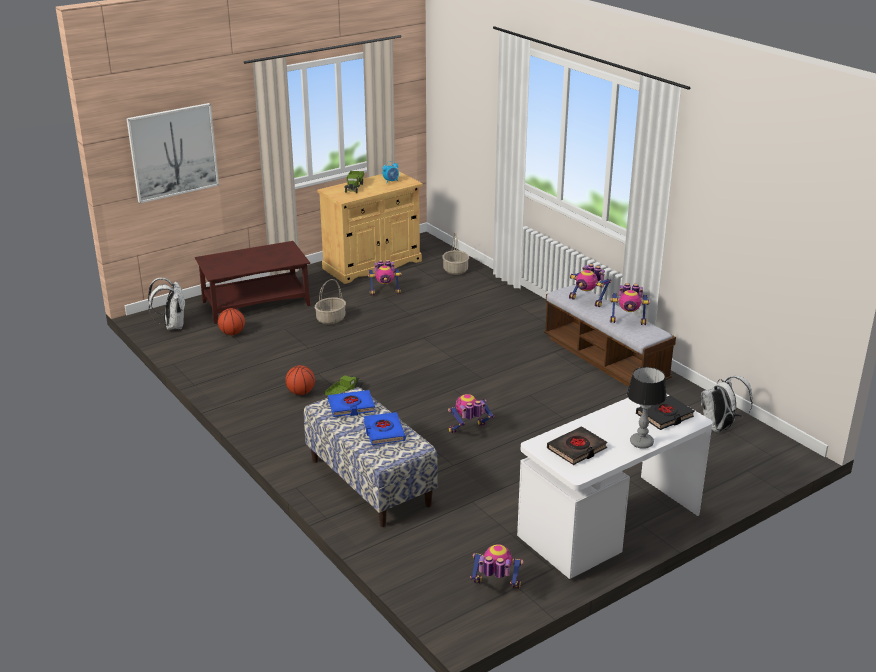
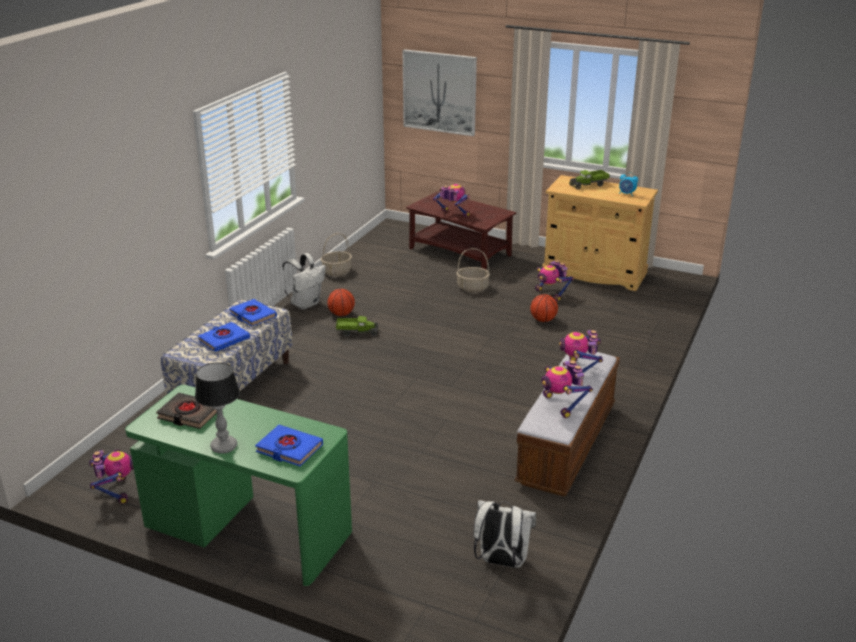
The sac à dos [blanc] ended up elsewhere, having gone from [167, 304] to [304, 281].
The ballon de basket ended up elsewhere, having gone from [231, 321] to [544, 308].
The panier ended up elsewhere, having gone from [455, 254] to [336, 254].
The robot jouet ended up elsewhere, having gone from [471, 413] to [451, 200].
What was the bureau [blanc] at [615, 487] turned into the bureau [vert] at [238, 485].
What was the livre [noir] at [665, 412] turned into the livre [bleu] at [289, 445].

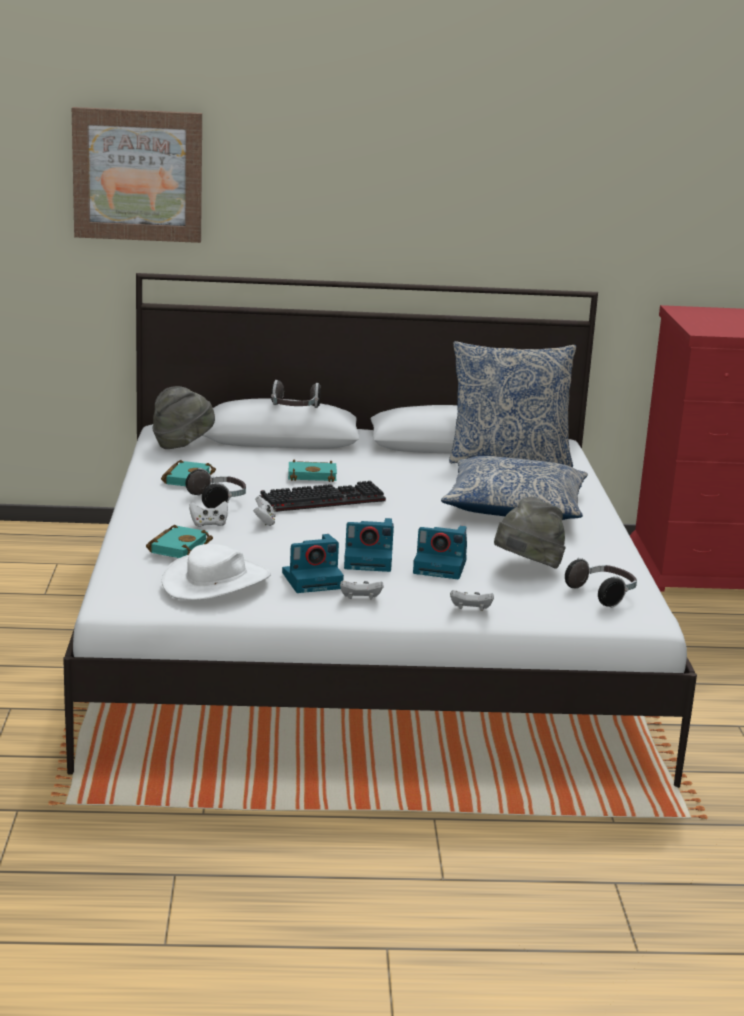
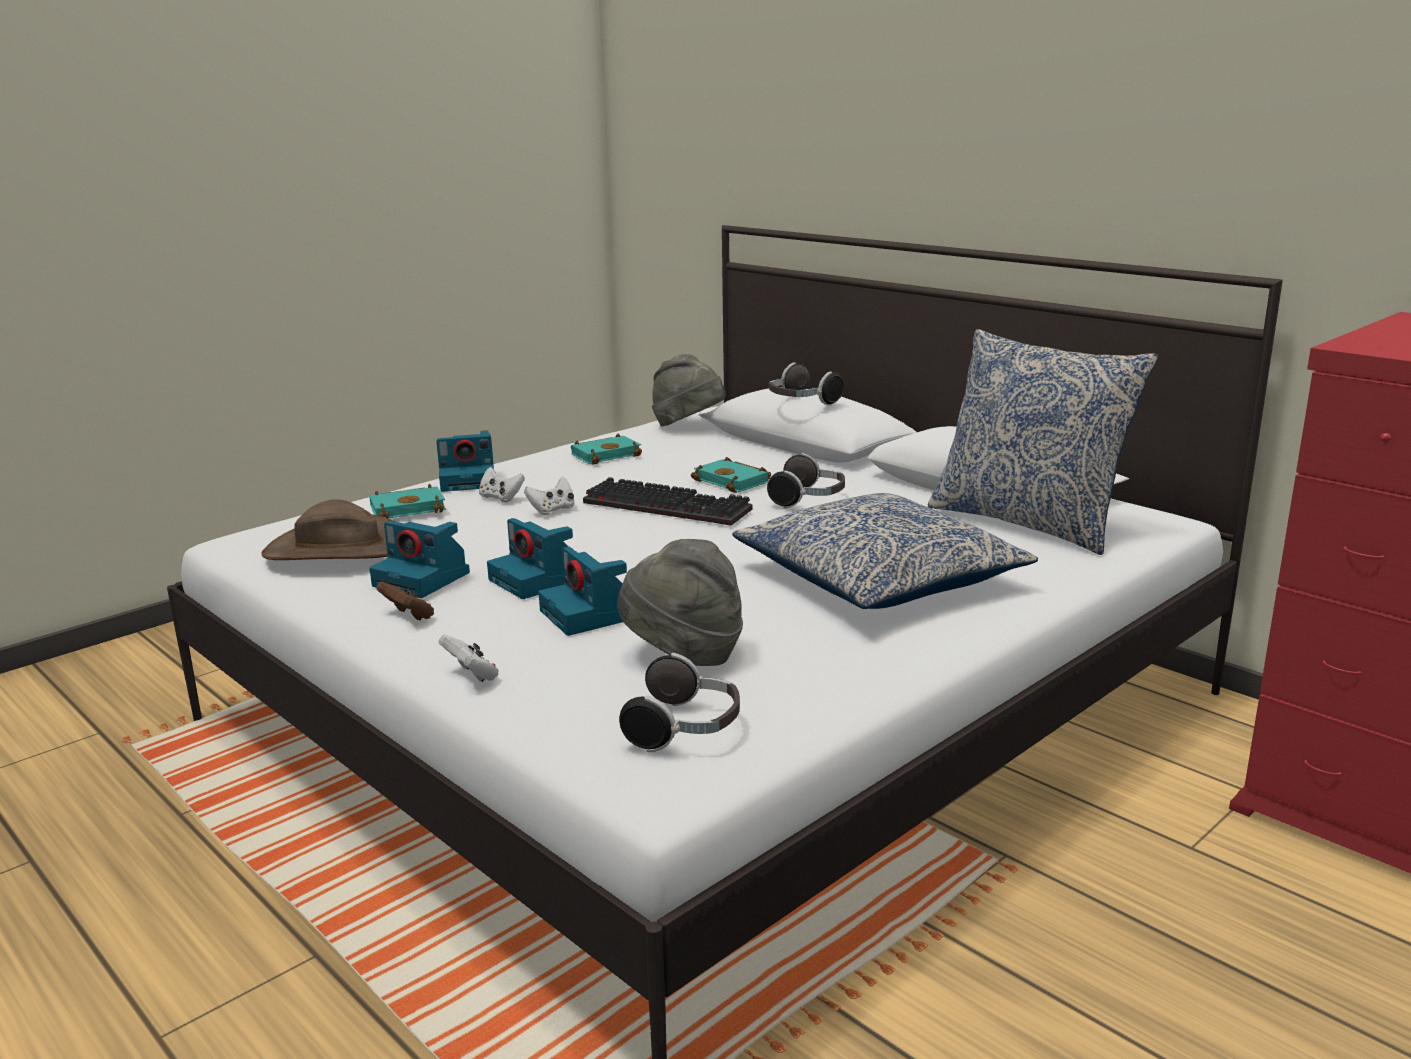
The second view lost the tableau at [137, 175].
What was the chapeau [blanc] at [216, 572] turned into the chapeau [marron] at [328, 529].
The casque audio ended up elsewhere, having gone from [215, 488] to [806, 481].
What was the manette [blanc] at [362, 590] turned into the manette [marron] at [405, 600].
The second view gained the appareil photo at [465, 461].

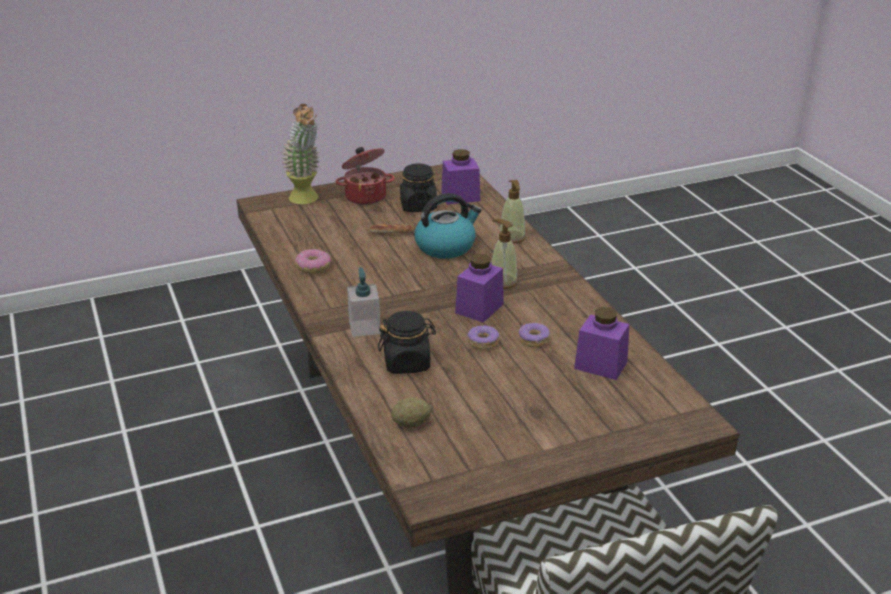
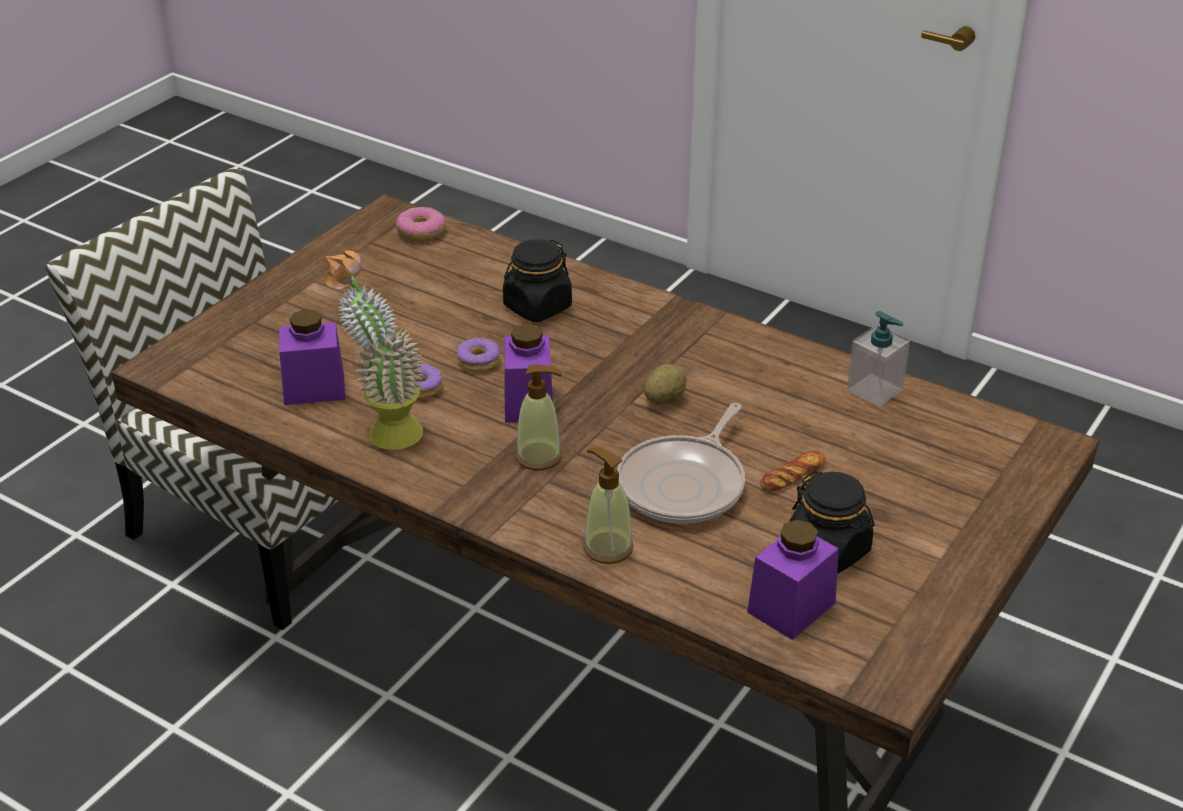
The plante en pot ended up elsewhere, having gone from [300, 154] to [373, 350].
The beignet ended up elsewhere, having gone from [313, 261] to [421, 224].
The second view lost the marmite at [365, 176].
The distributeur de savon ended up elsewhere, having gone from [364, 302] to [878, 359].
The pomme de terre ended up elsewhere, having gone from [411, 413] to [665, 384].
Where the bouilloire stood at [448, 226], the poêle came to stand at [681, 463].

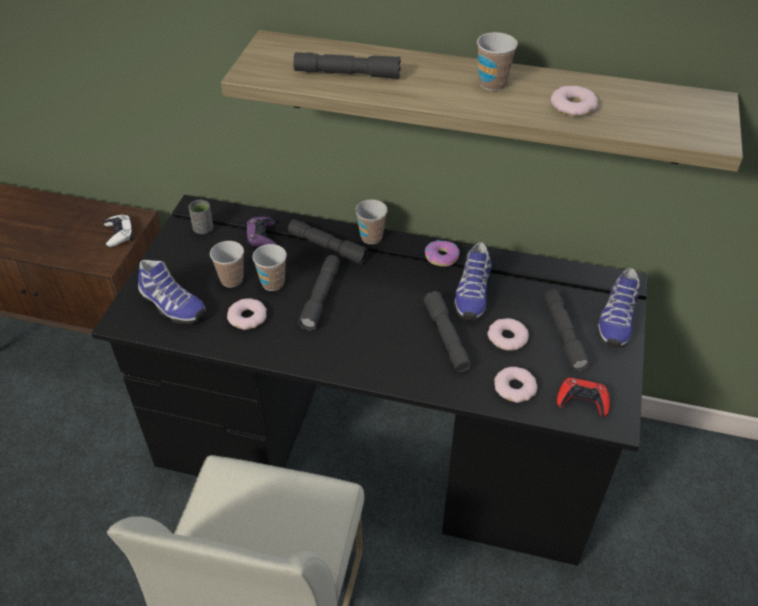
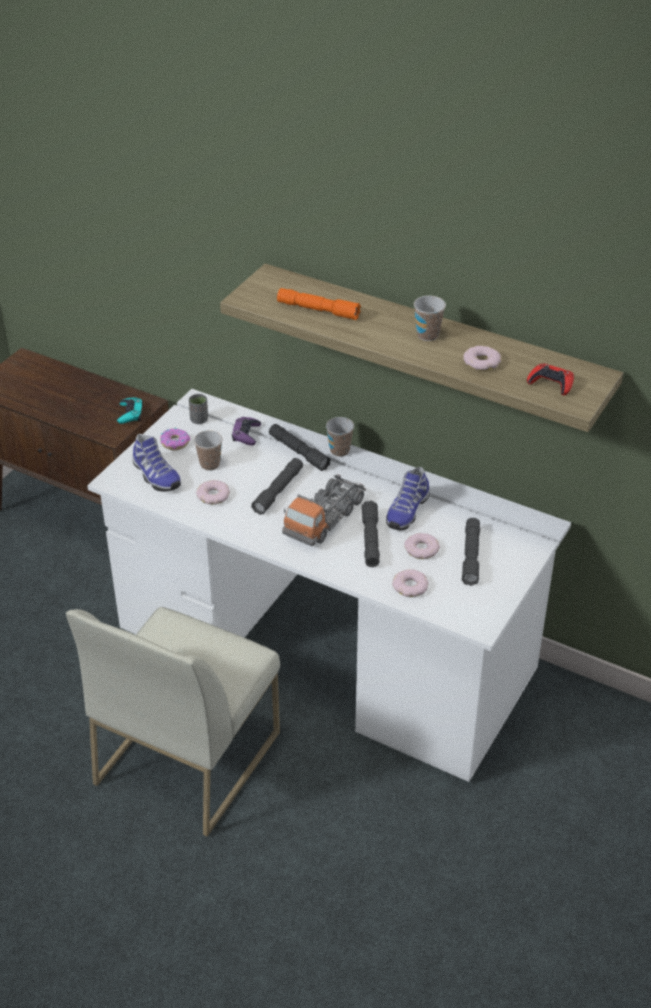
What was the bureau [noir] at [369, 380] turned into the bureau [blanc] at [329, 585].
What was the manette [blanc] at [118, 230] turned into the manette [turquoise] at [130, 410].
The second view lost the tasse at [269, 267].
What was the lampe de poche [gris] at [347, 65] turned into the lampe de poche [orange] at [319, 304].
The beignet ended up elsewhere, having gone from [442, 253] to [175, 439].
The manette [rouge] ended up elsewhere, having gone from [583, 397] to [550, 379].
The second view lost the chaussure at [618, 308].
The second view gained the camion jouet at [324, 510].

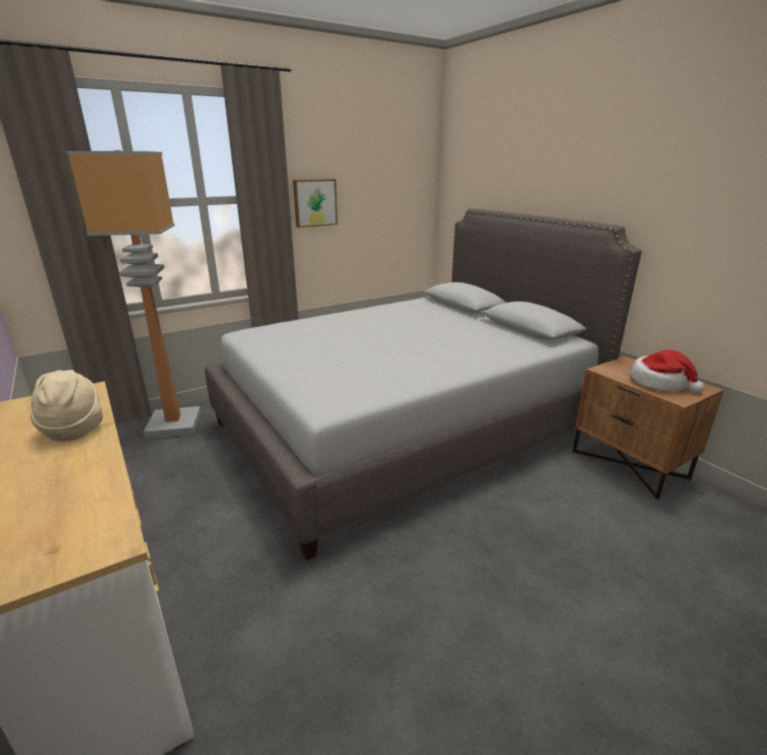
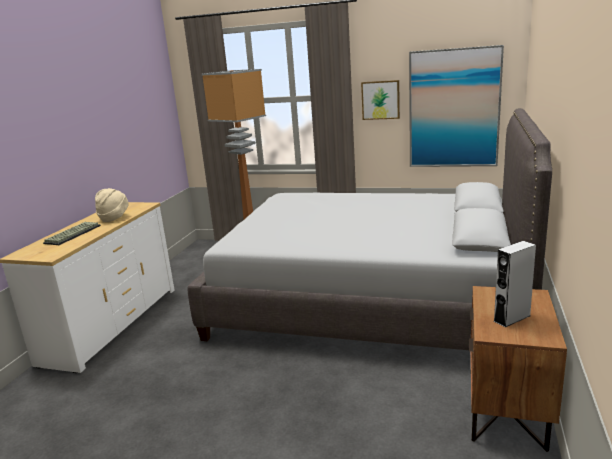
Where the chapeau stood at [667, 372], the enceinte [gris] came to stand at [515, 284].
The second view gained the clavier at [72, 233].
The second view gained the tableau at [456, 106].

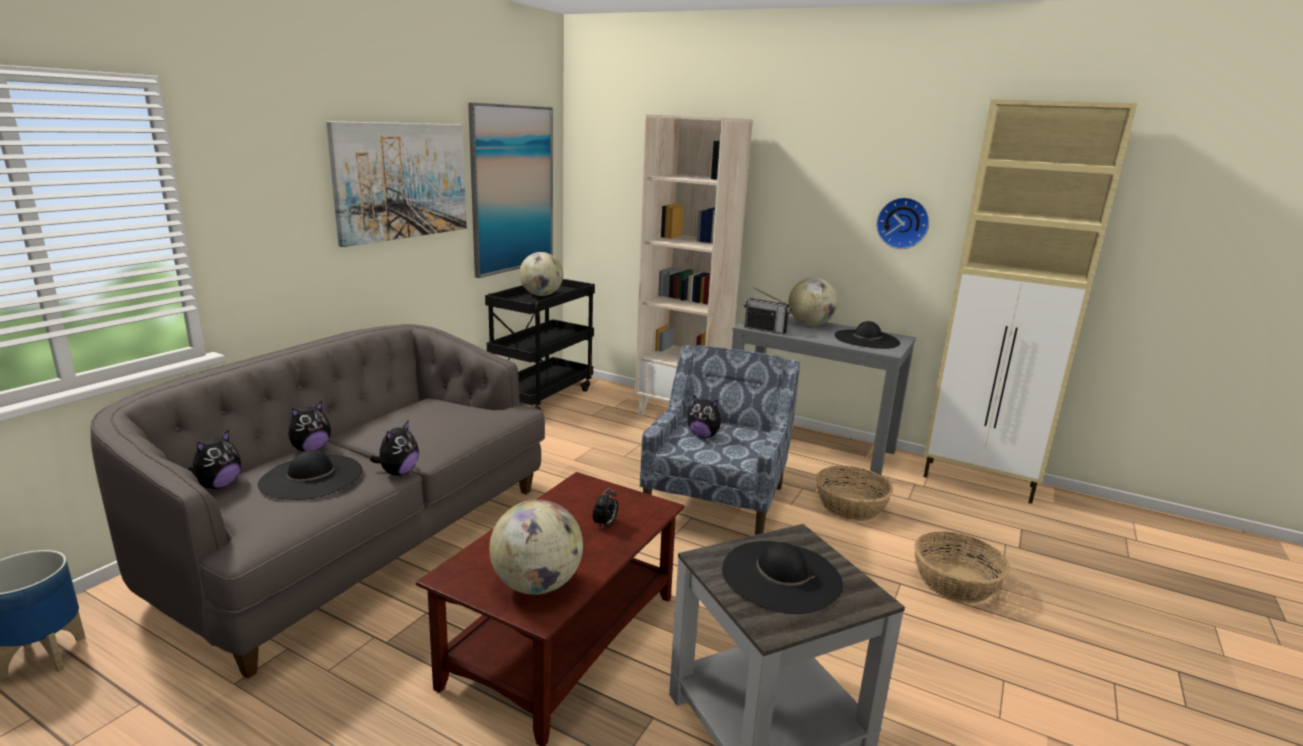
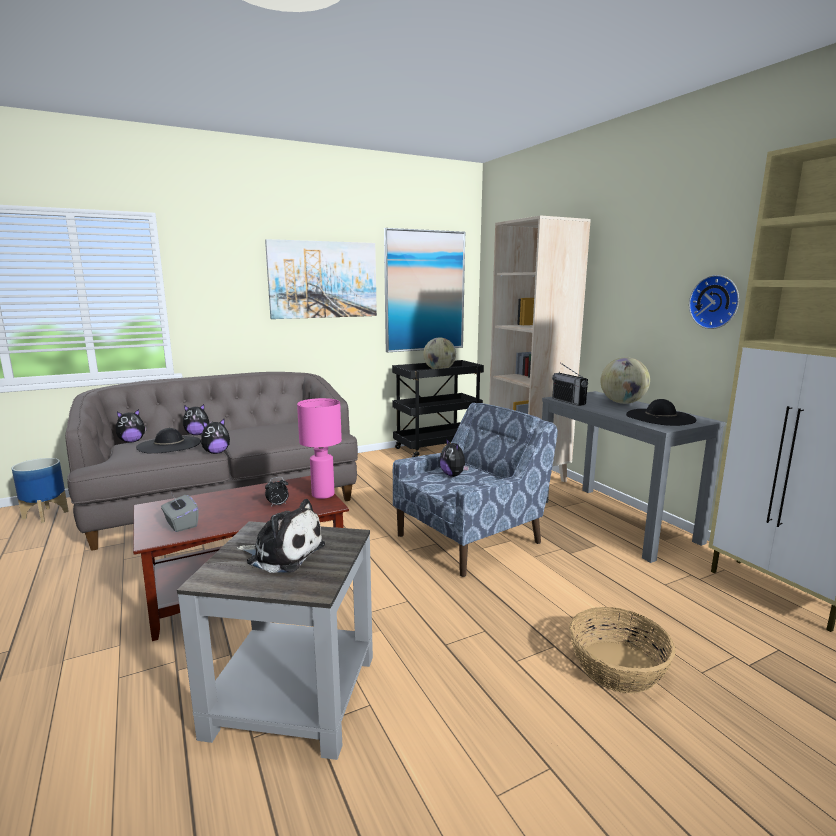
Where the globe stood at [536, 547], the boîte à mouchoirs [gris] came to stand at [180, 513].
Where the chapeau [noir] stood at [782, 577], the peluche came to stand at [280, 536].
The second view lost the panier at [854, 493].
The second view gained the lampe de table [rose] at [319, 448].

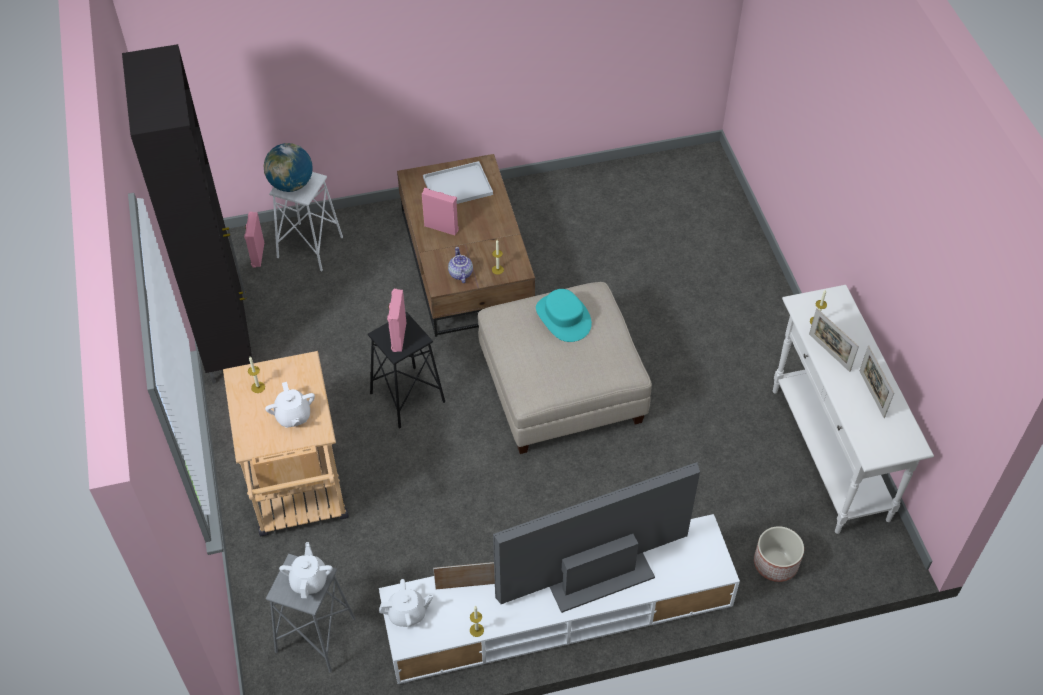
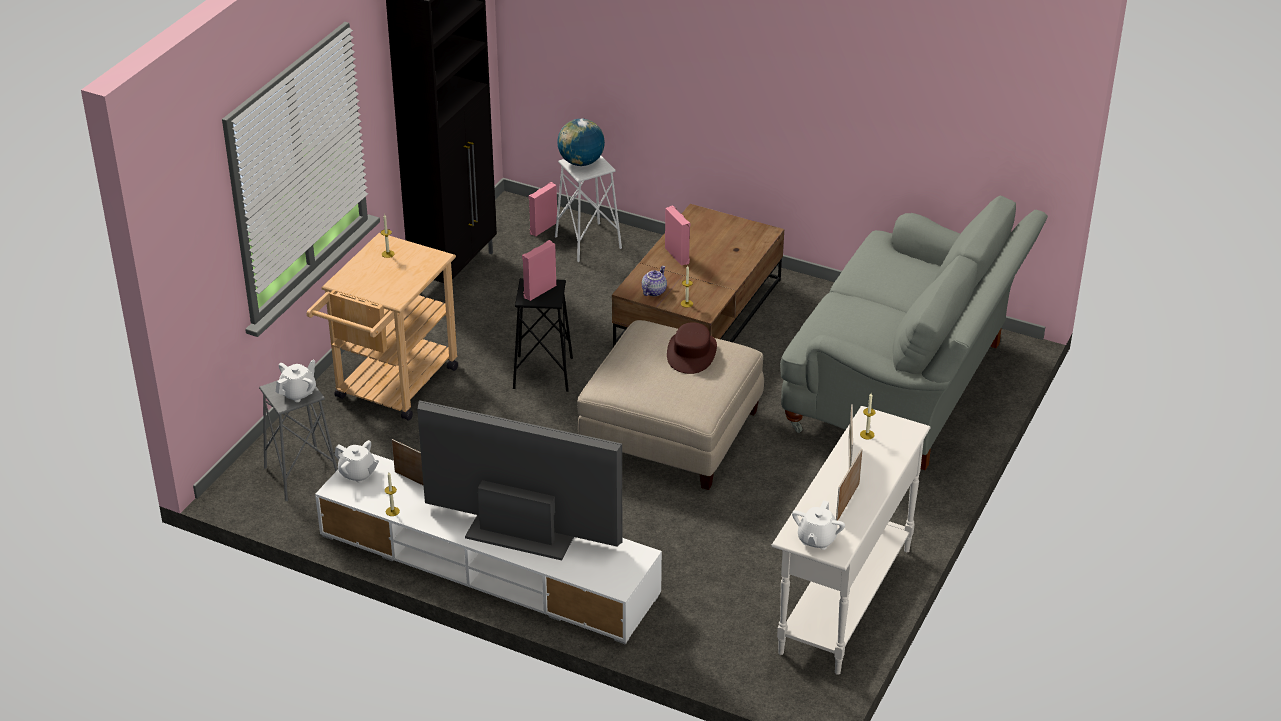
The théière [blanc] ended up elsewhere, having gone from [290, 405] to [818, 525].
The second view lost the plateau [blanc] at [458, 182].
What was the chapeau [turquoise] at [564, 315] turned into the chapeau [marron] at [692, 348].
The second view lost the cache-pot at [779, 554].
The second view gained the canapé [gris] at [914, 333].

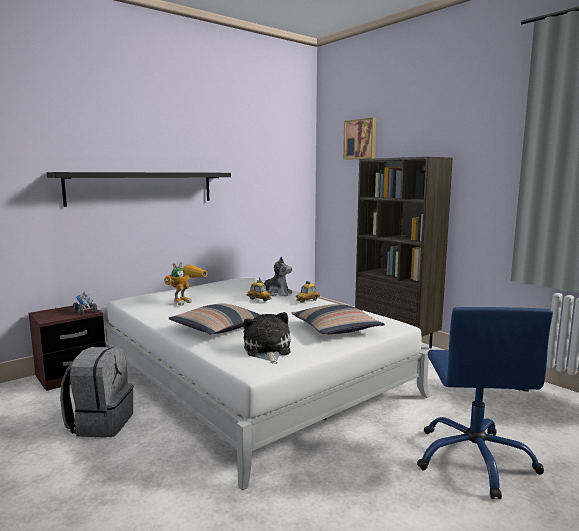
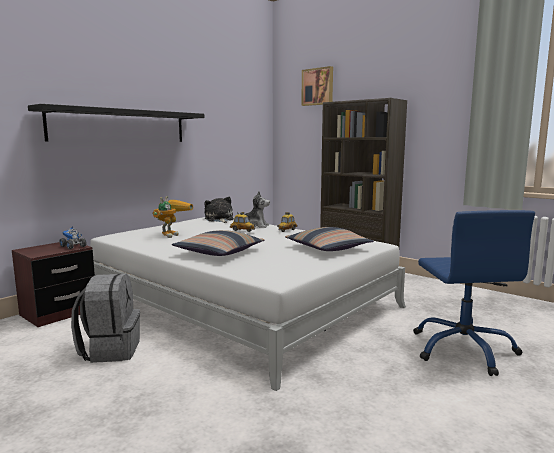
The peluche ended up elsewhere, having gone from [267, 338] to [219, 210].

